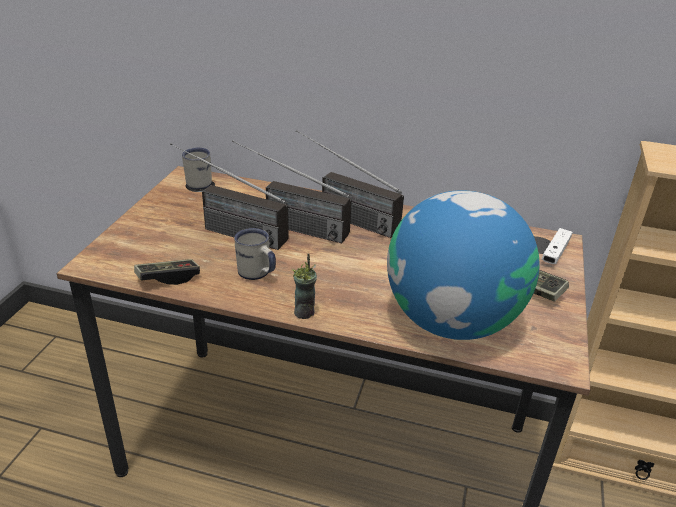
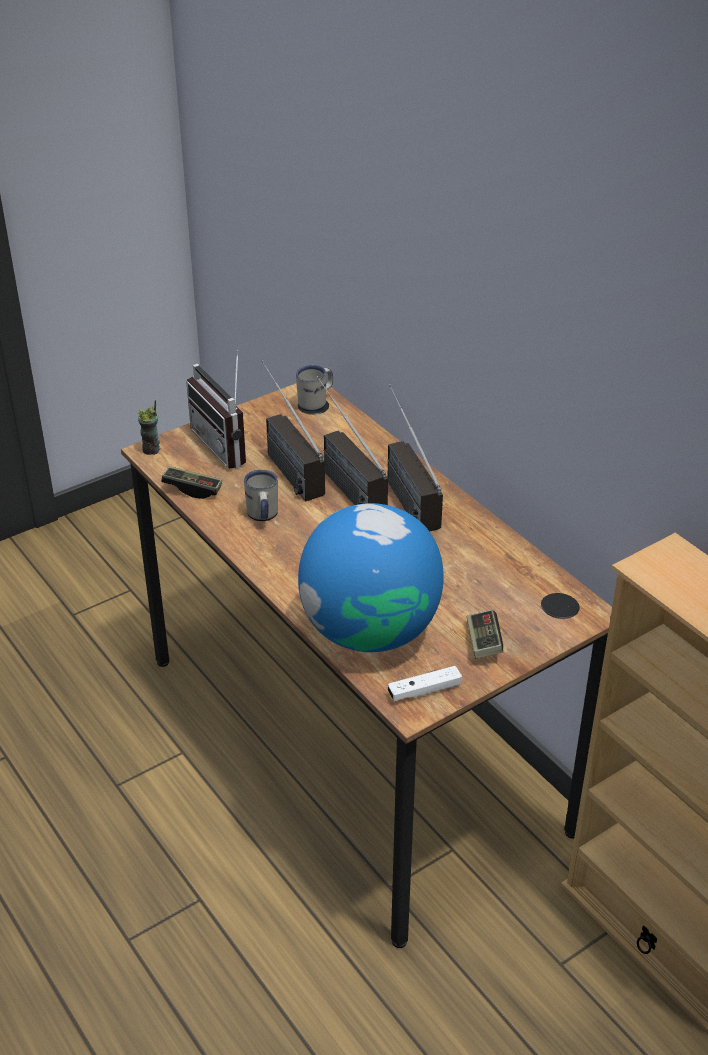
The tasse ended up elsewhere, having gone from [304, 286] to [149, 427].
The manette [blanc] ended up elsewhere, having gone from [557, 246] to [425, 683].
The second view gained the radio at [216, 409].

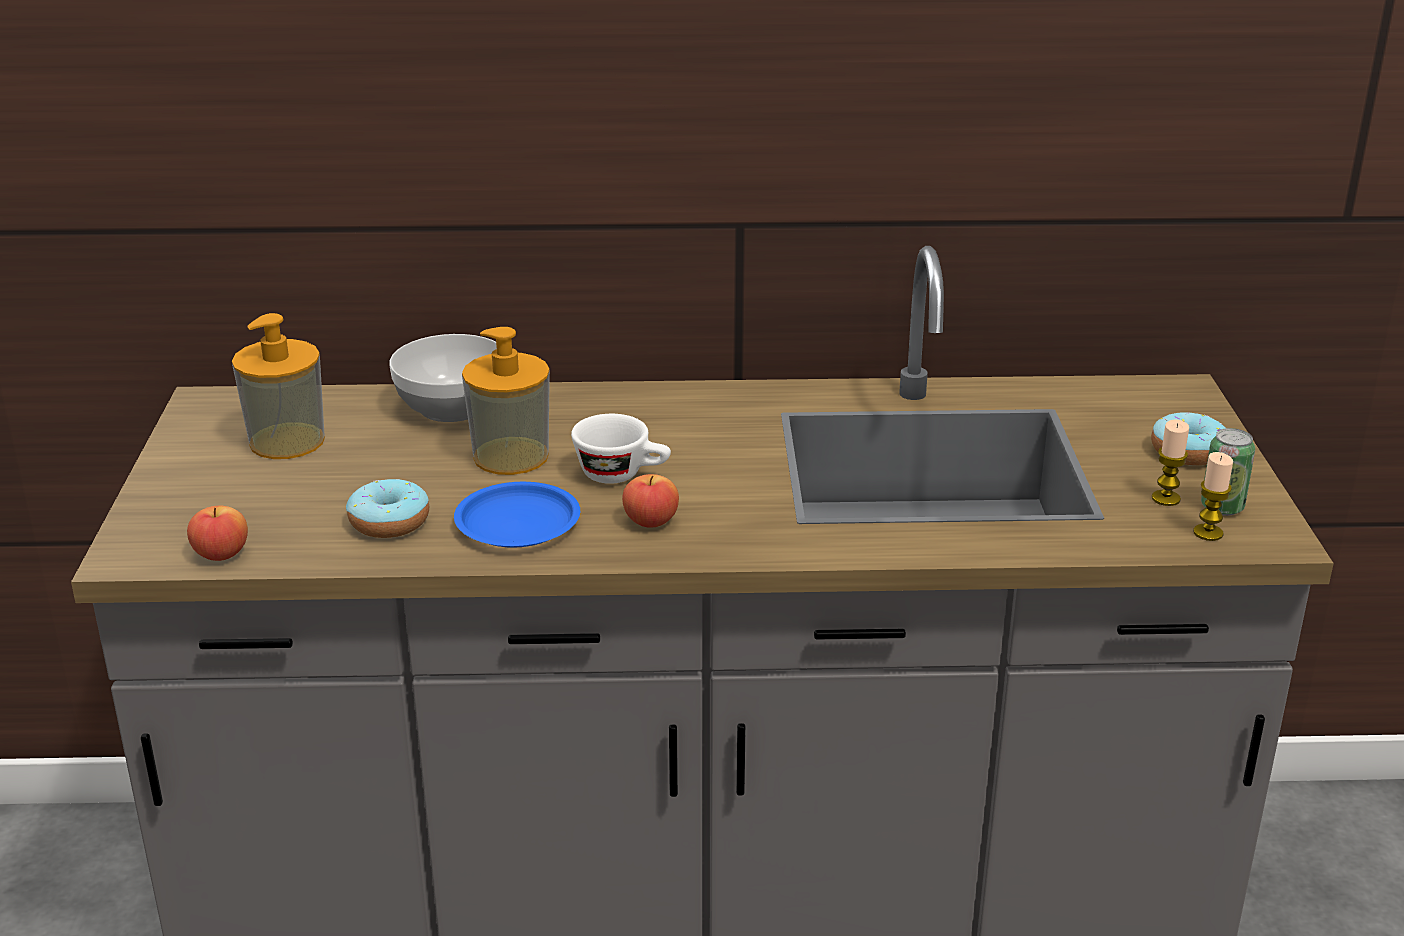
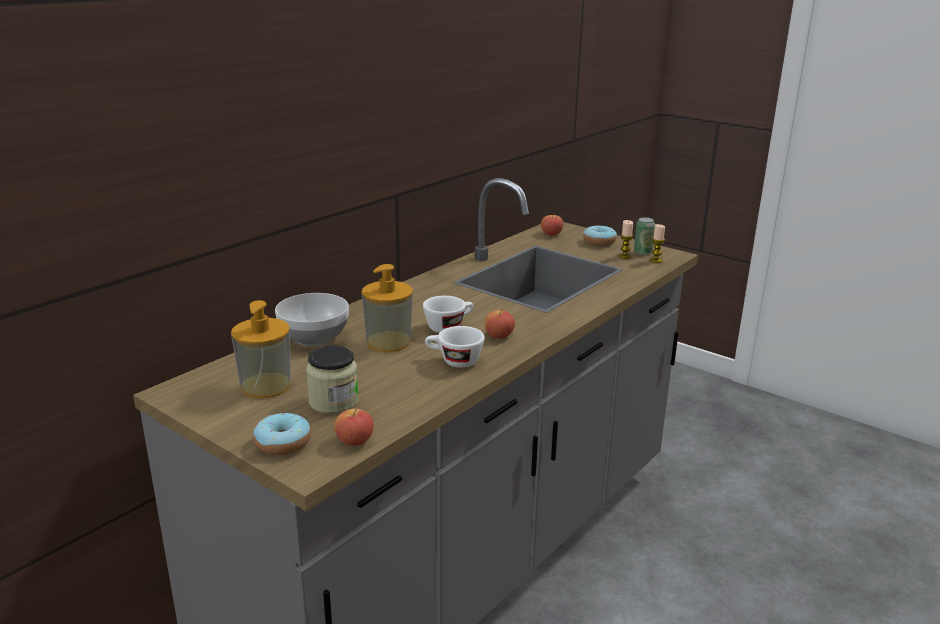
The beignet ended up elsewhere, having gone from [387, 508] to [282, 434].
Where the assiette [bleu] stood at [517, 515], the tasse [blanc] came to stand at [455, 347].
The second view gained the bocal at [332, 379].
The second view gained the pomme at [552, 224].

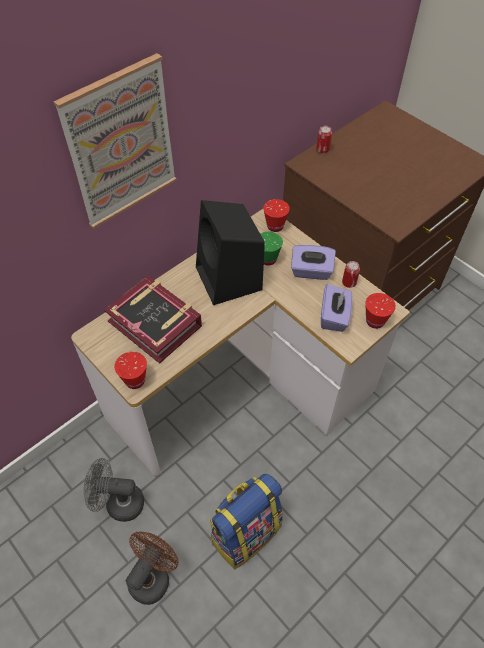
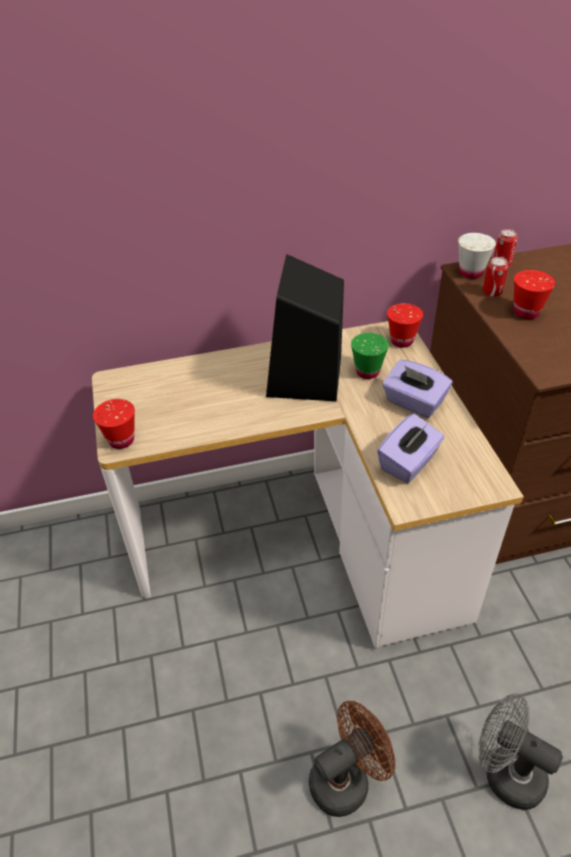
The second view lost the tableau at [115, 141].
The ventilateur [gris] ended up elsewhere, having gone from [113, 490] to [520, 751].
The second view lost the livre at [153, 320].
The ventilateur [marron] ended up elsewhere, having gone from [152, 568] to [352, 759].
The second view lost the sac à dos at [246, 521].
The boîte métallique ended up elsewhere, having gone from [351, 274] to [495, 277].
The tasse [rouge] ended up elsewhere, having gone from [380, 311] to [534, 294].
The second view gained the tasse [blanc] at [477, 256].

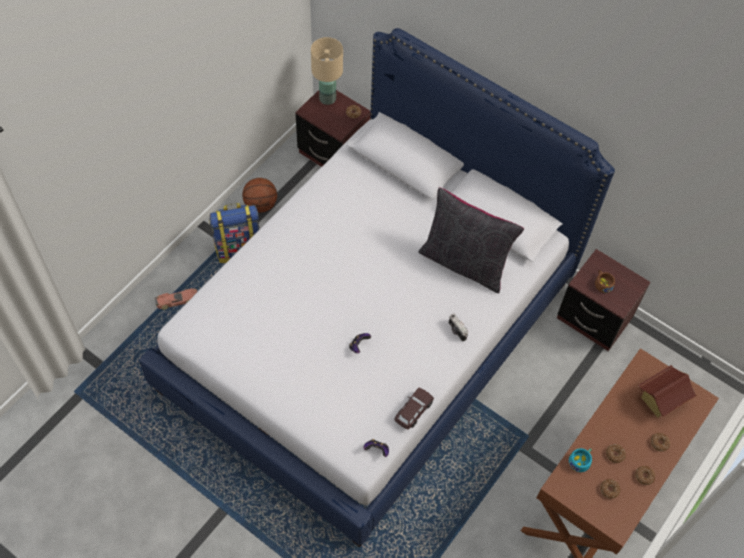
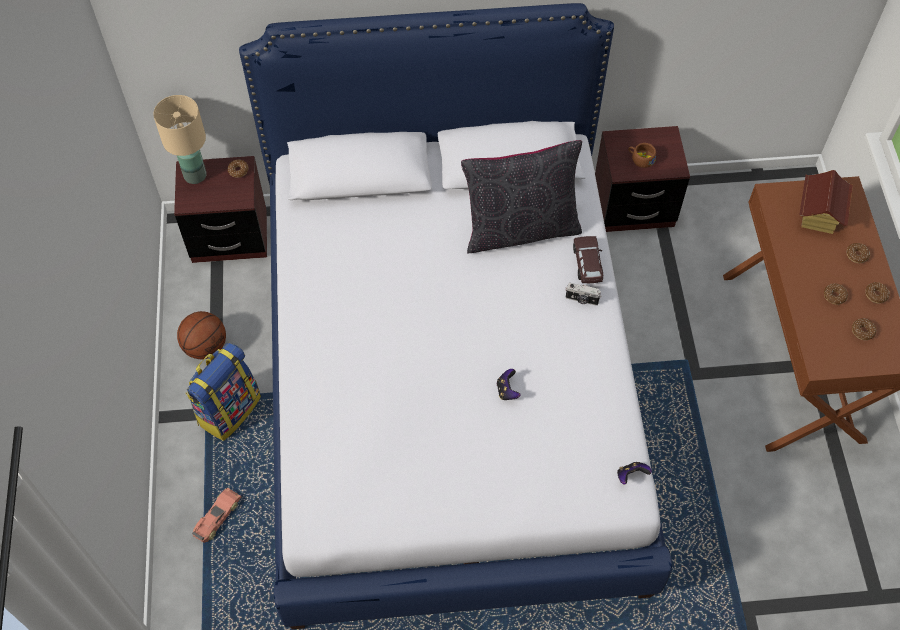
The petite voiture [marron] ended up elsewhere, having gone from [414, 409] to [588, 259].
The second view lost the tasse [turquoise] at [580, 460].

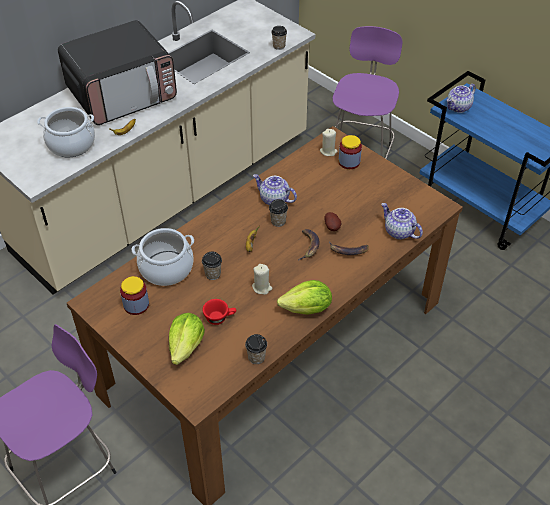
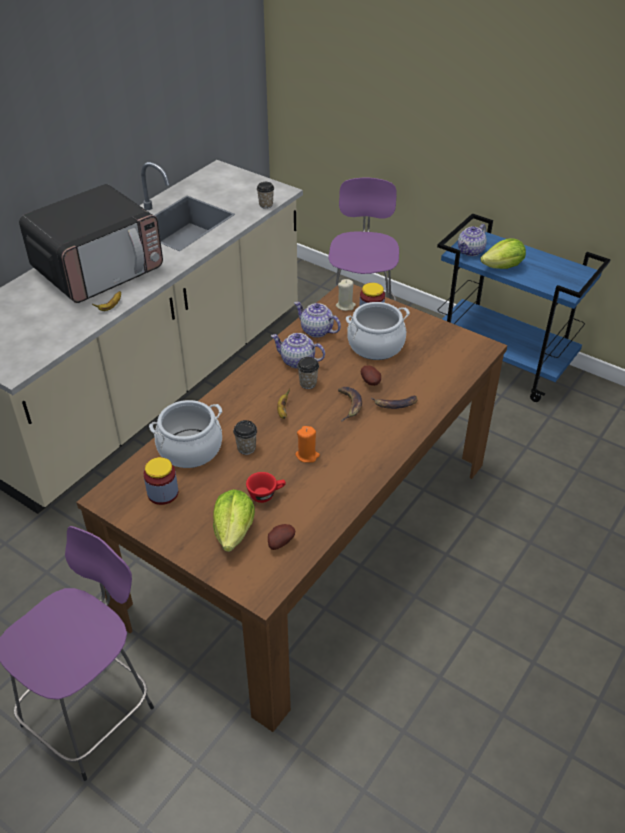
The marmite ended up elsewhere, having gone from [66, 132] to [378, 331].
The second view lost the tasse at [256, 349].
What was the bougie [beige] at [262, 279] turned into the bougie [orange] at [307, 444].
The laitue ended up elsewhere, having gone from [304, 297] to [503, 253].
The théière ended up elsewhere, having gone from [402, 221] to [317, 319].
The second view gained the pomme de terre at [281, 537].

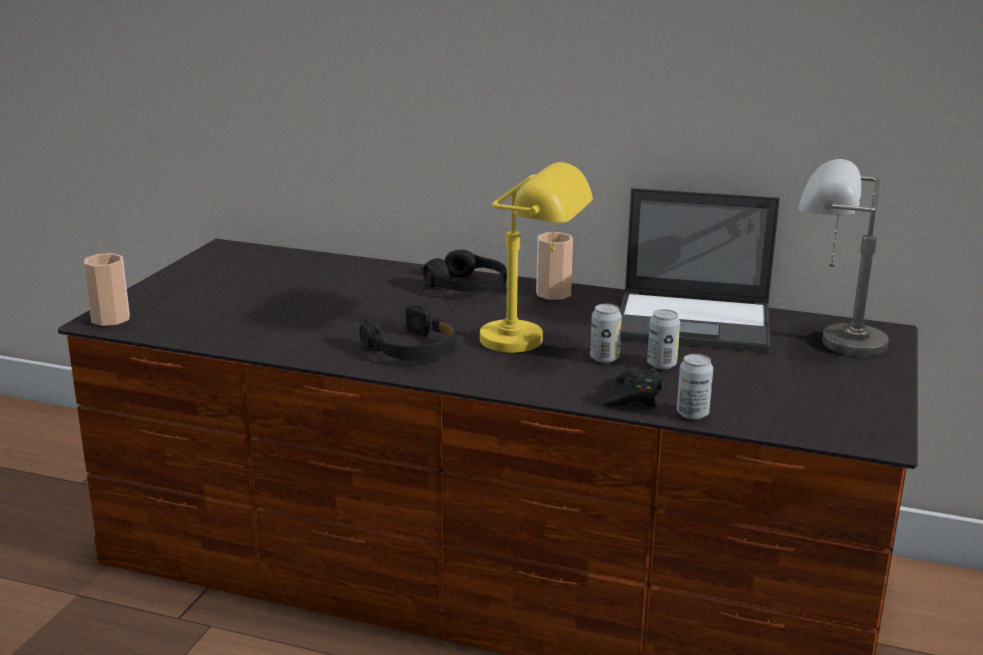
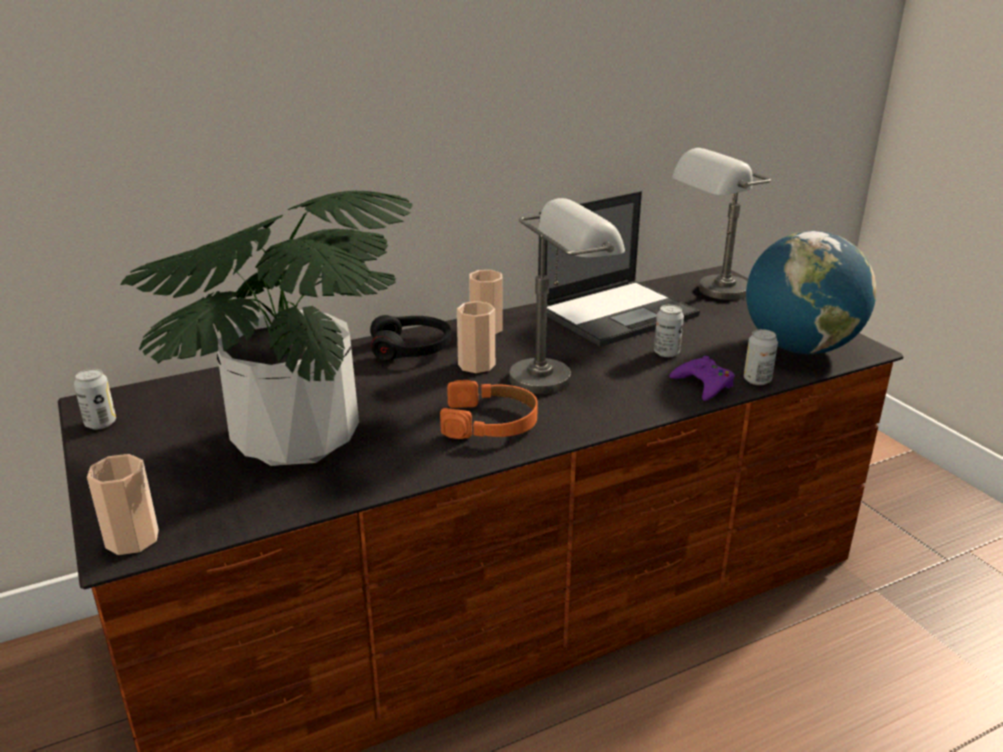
What was the casque audio [noir] at [408, 333] turned into the casque audio [orange] at [489, 409].
What was the lampe de table [jaune] at [536, 257] turned into the lampe de table [gris] at [567, 296].
The boîte métallique ended up elsewhere, having gone from [606, 333] to [95, 399].
What was the manette [noir] at [634, 387] turned into the manette [violet] at [702, 378].
The second view gained the plante en pot at [266, 328].
The second view gained the tasse at [476, 337].
The second view gained the globe at [811, 292].

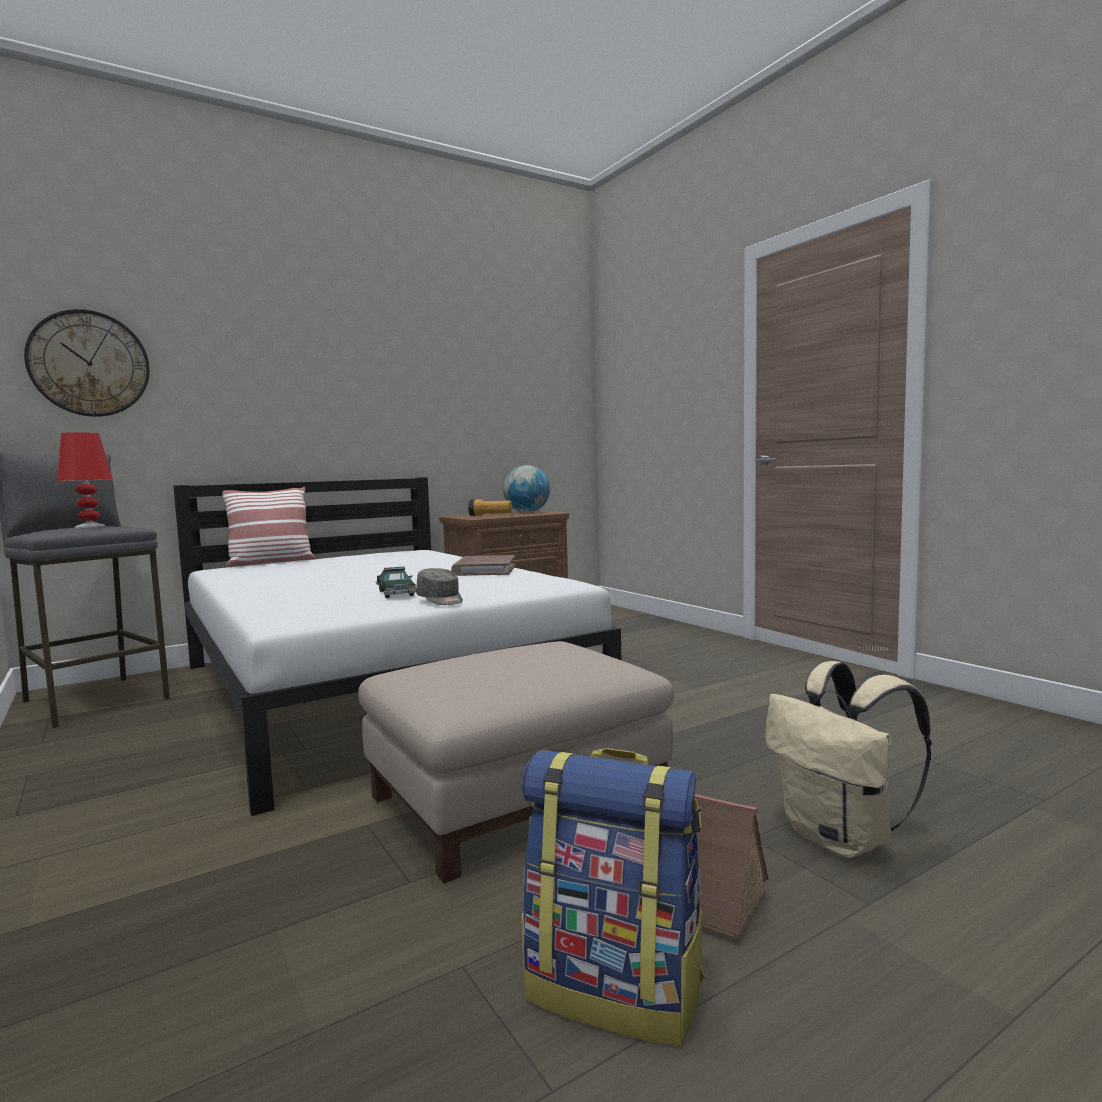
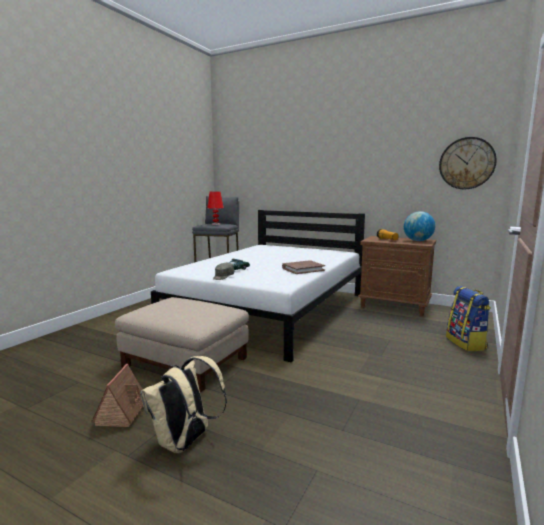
The horloge murale ended up elsewhere, having gone from [87, 363] to [468, 163].
The second view lost the coussin at [268, 527].
The sac à dos ended up elsewhere, having gone from [613, 897] to [468, 318].

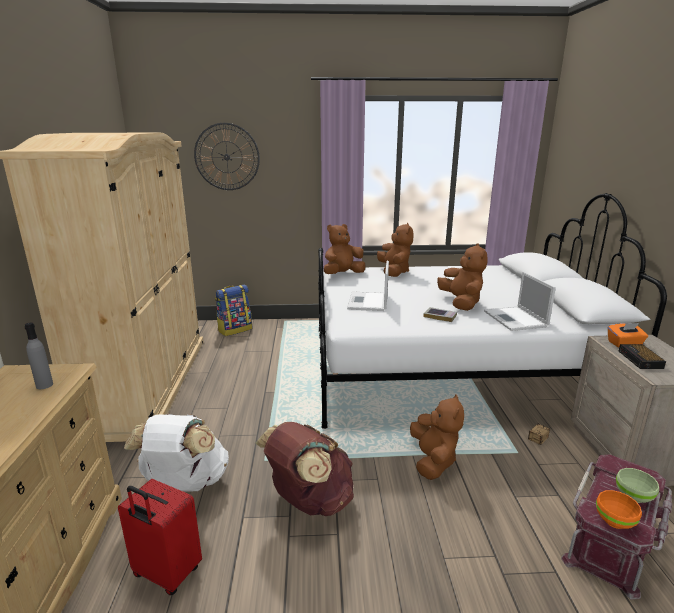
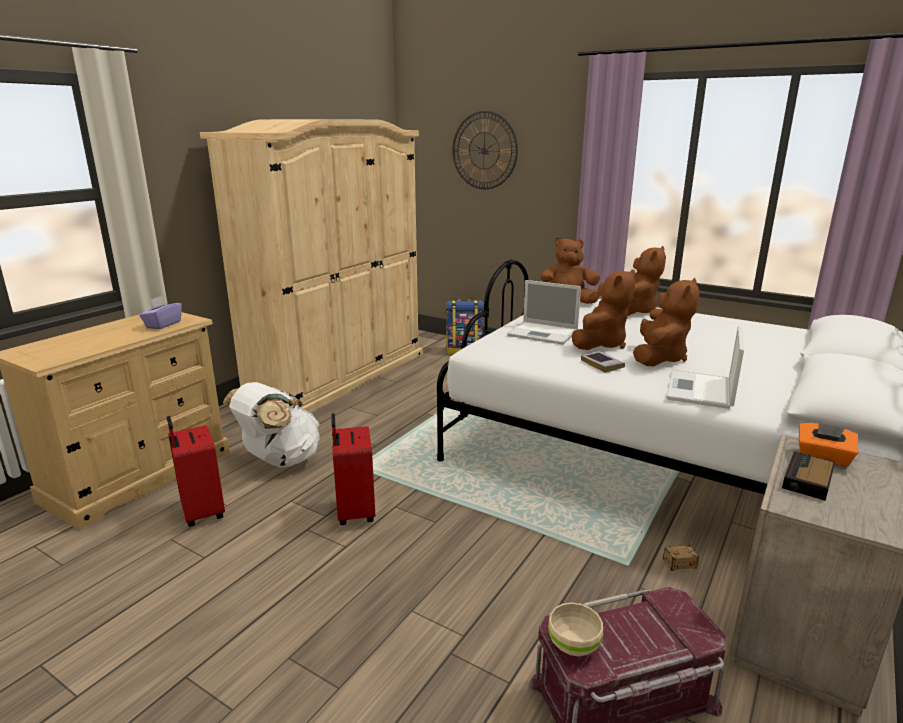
Where the bouteille [gris] stood at [39, 355], the boîte à mouchoirs [violet] came to stand at [160, 312].
Where the sac à dos [marron] stood at [304, 469], the valise [rouge] came to stand at [353, 469].
The ordinateur portable at [368, 286] ended up facing another way, 105 degrees counterclockwise from before.
The peluche [marron] ended up elsewhere, having gone from [437, 437] to [603, 309].
What was the bol [orange] at [619, 509] turned into the bol [beige] at [575, 629].
The second view lost the bol [vert] at [637, 485].

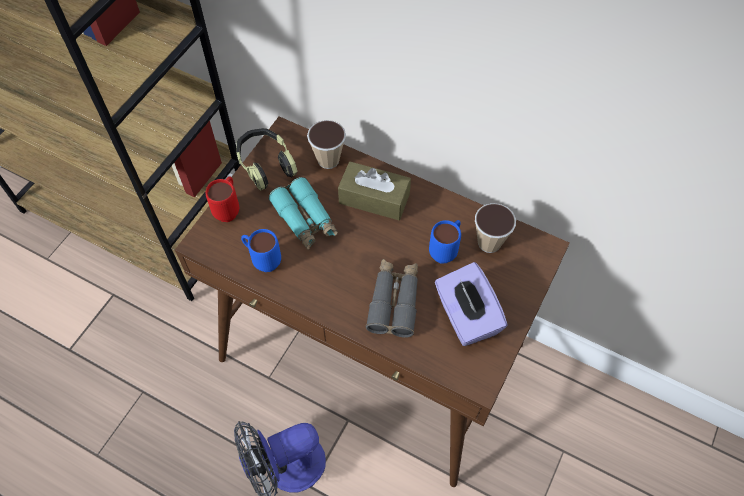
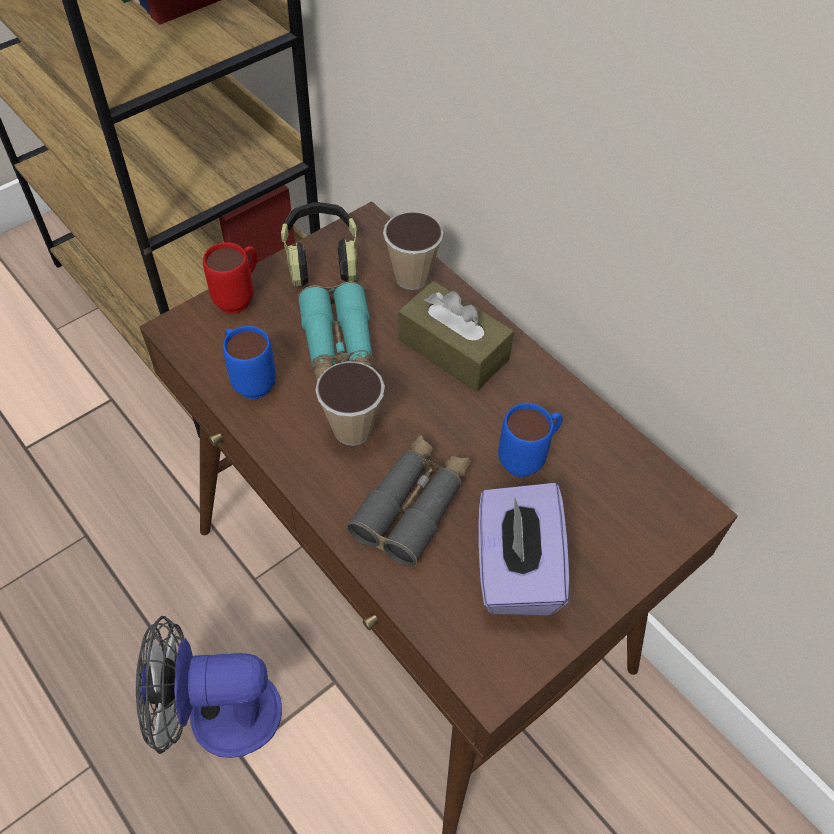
The tasse ended up elsewhere, having gone from [495, 228] to [350, 403].

